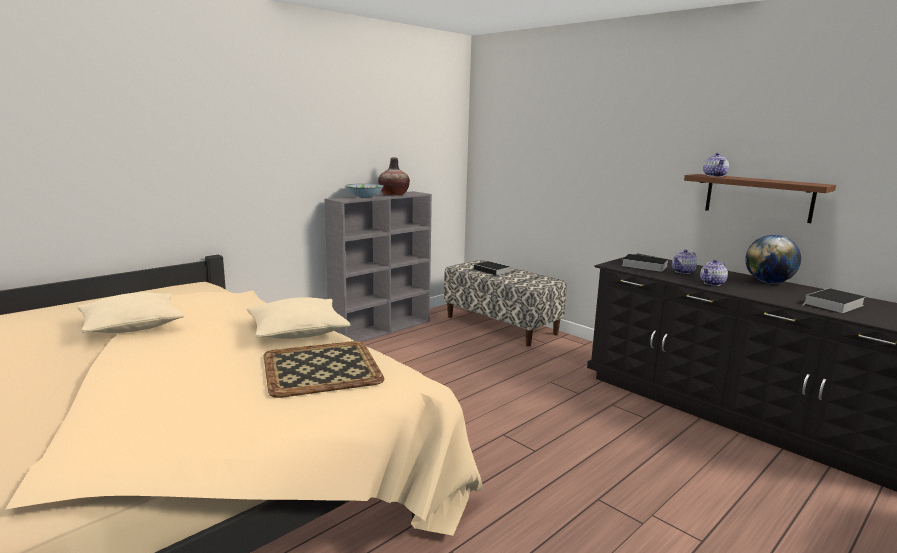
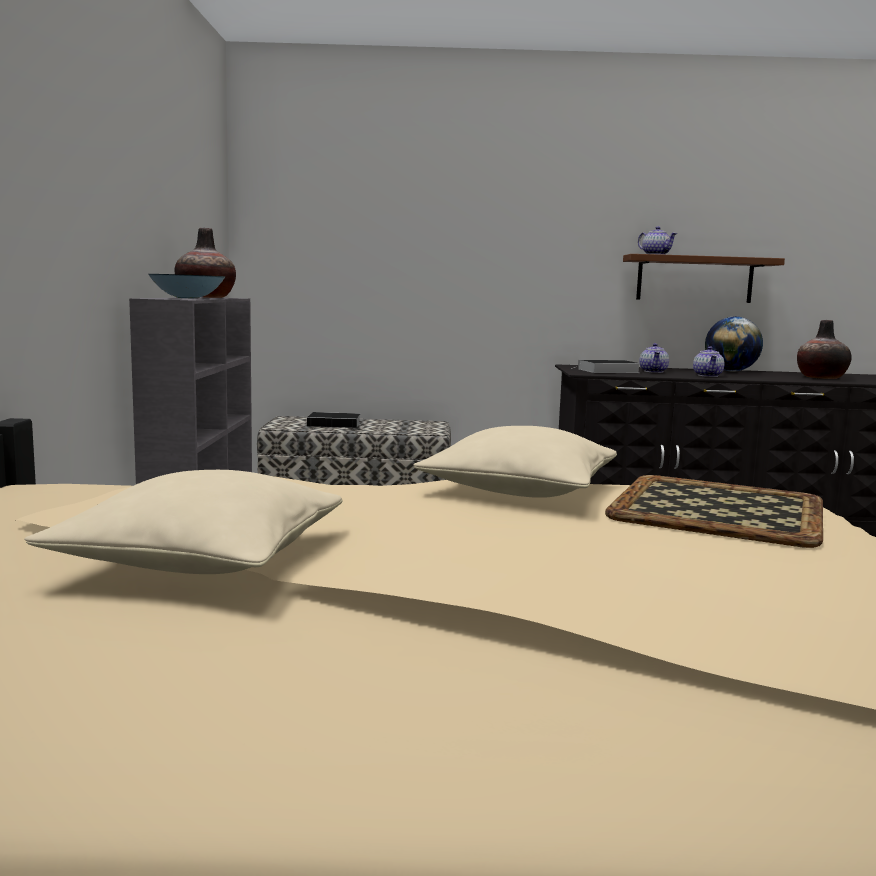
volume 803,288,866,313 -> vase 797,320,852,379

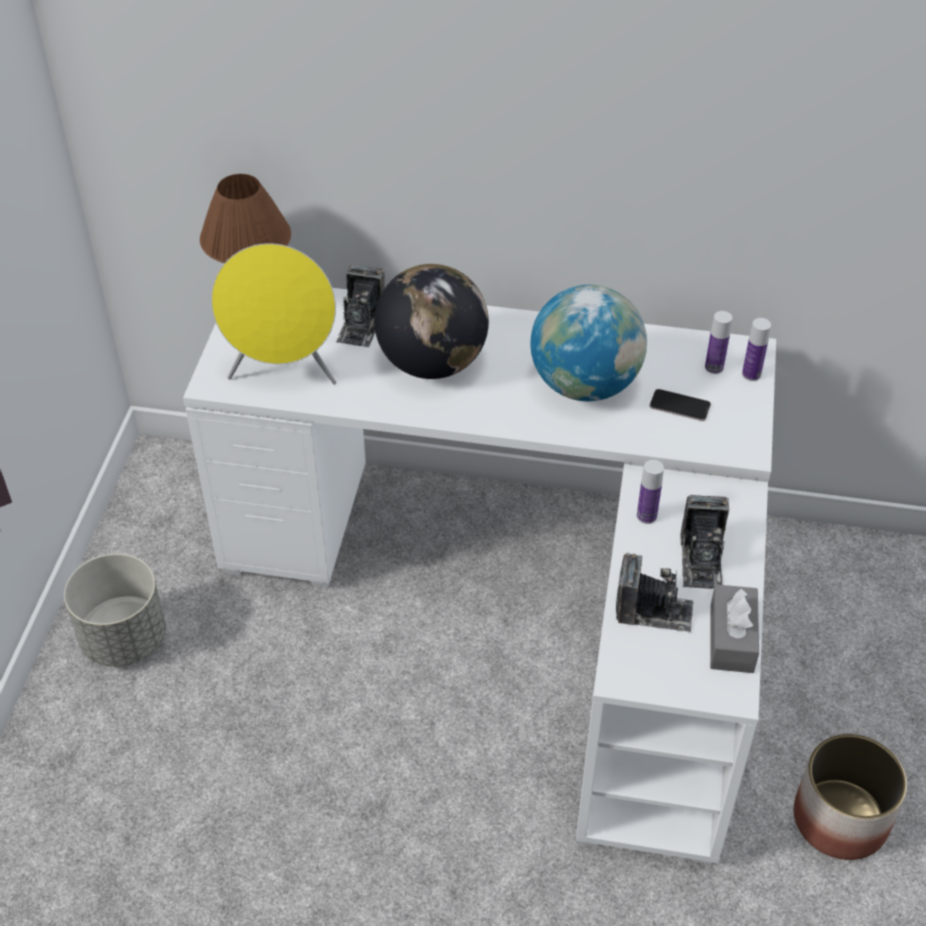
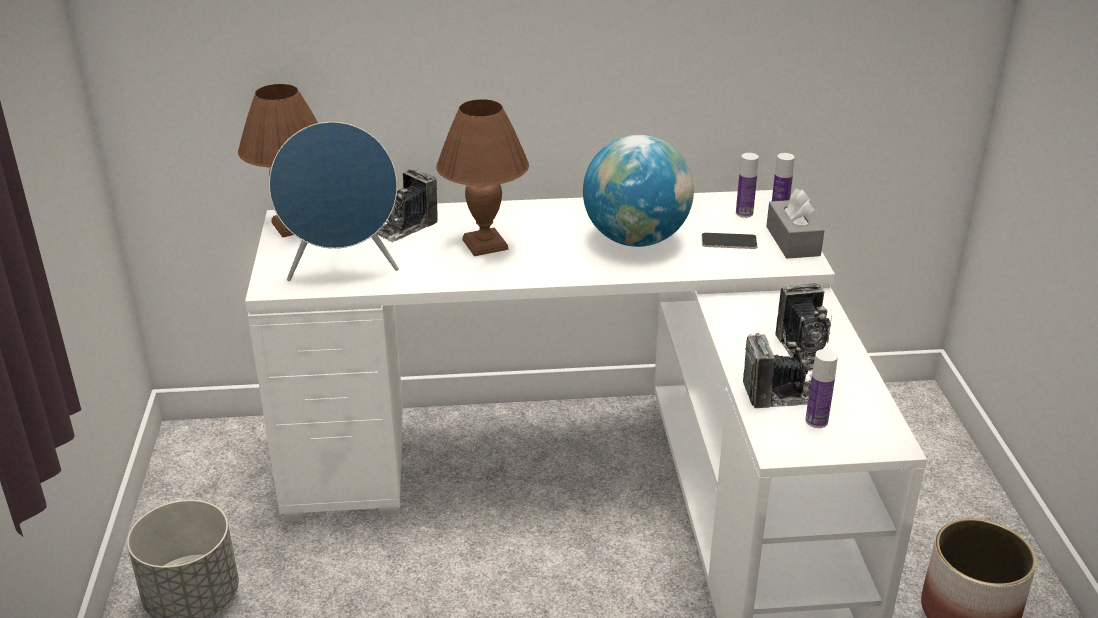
yellow-coloured speaker 211,243,336,385 -> bluish speaker 269,122,399,281
still camera 336,265,385,347 -> still camera 377,168,437,242, 45 degrees clockwise
desk globe 374,264,489,379 -> brownish tabletop lamp 436,99,529,256
drink bottle 637,460,664,524 -> drink bottle 805,349,838,428, moved
gray box of tissues 710,584,759,673 -> gray box of tissues 766,188,825,259, moved

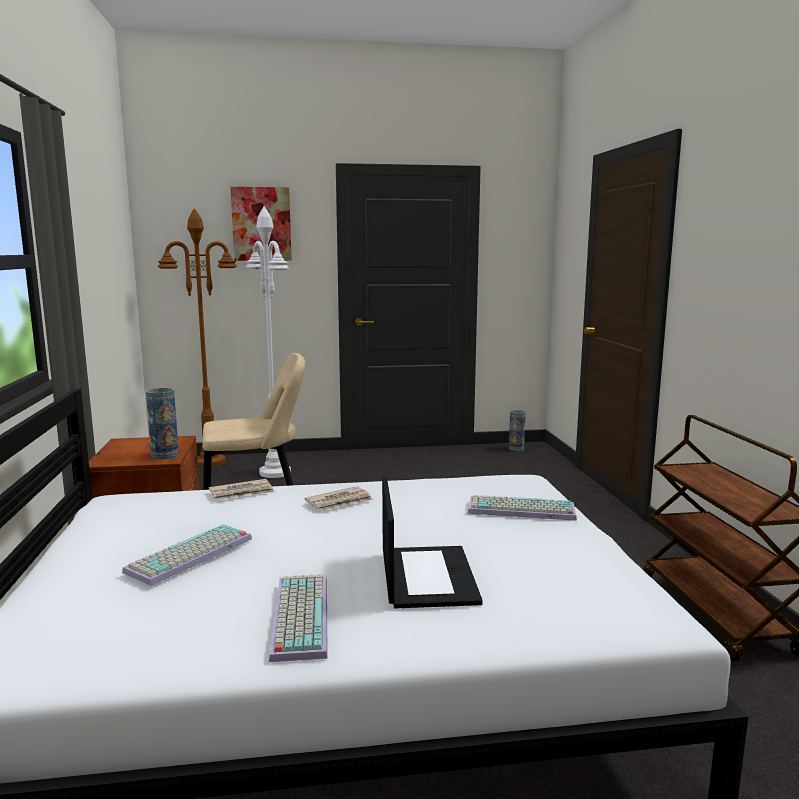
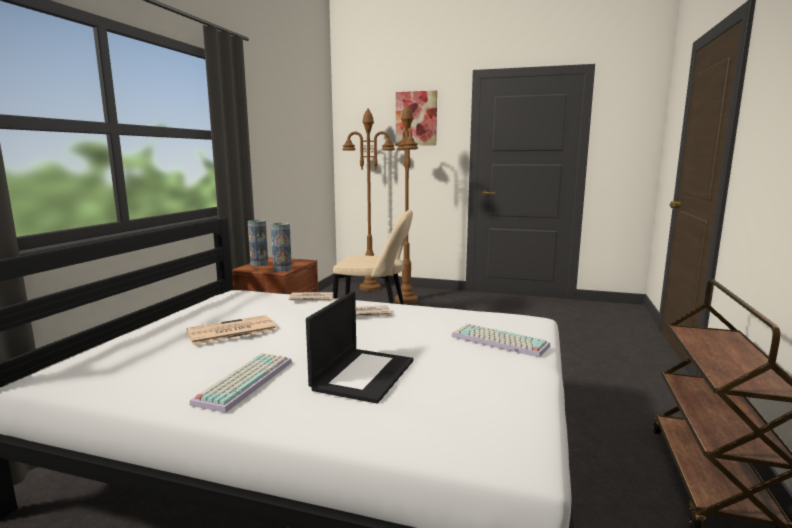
PC keyboard 122,524,252,586 -> printed paper 187,315,277,345
whitish standing lamp 246,206,291,478 -> brownish standing lamp 395,103,418,303
vase 509,410,526,451 -> vase 248,220,268,266, moved

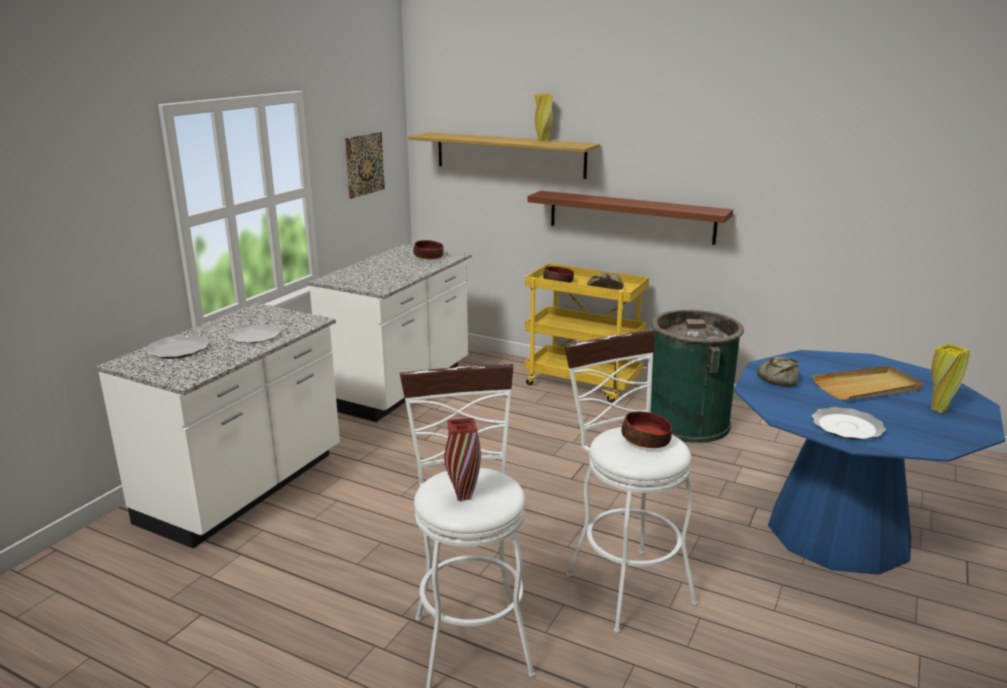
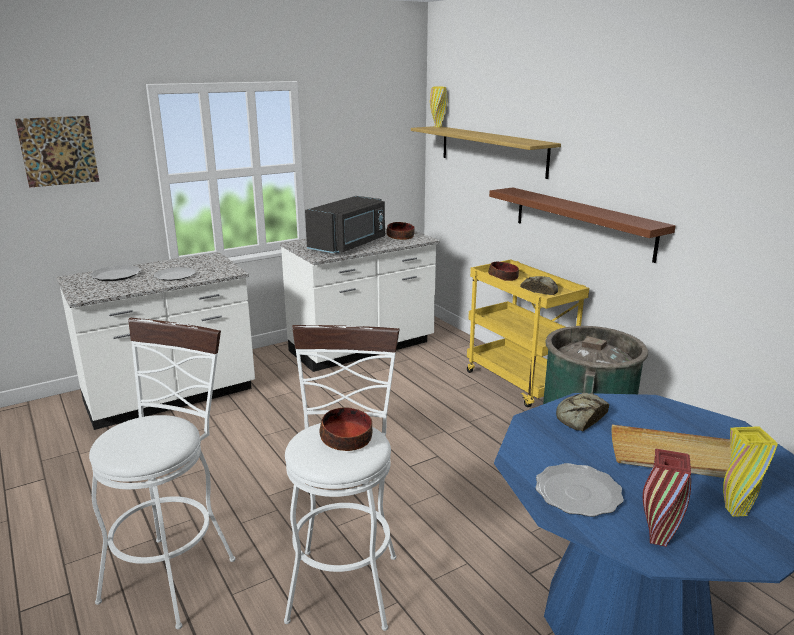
picture 345,132,385,199 -> picture 15,116,99,188, moved
red-coloured vase 445,418,481,501 -> red-coloured vase 643,449,691,547, moved
yellow-coloured vase 535,94,554,142 -> yellow-coloured vase 430,87,447,127, moved
none -> black microwave 305,196,385,253

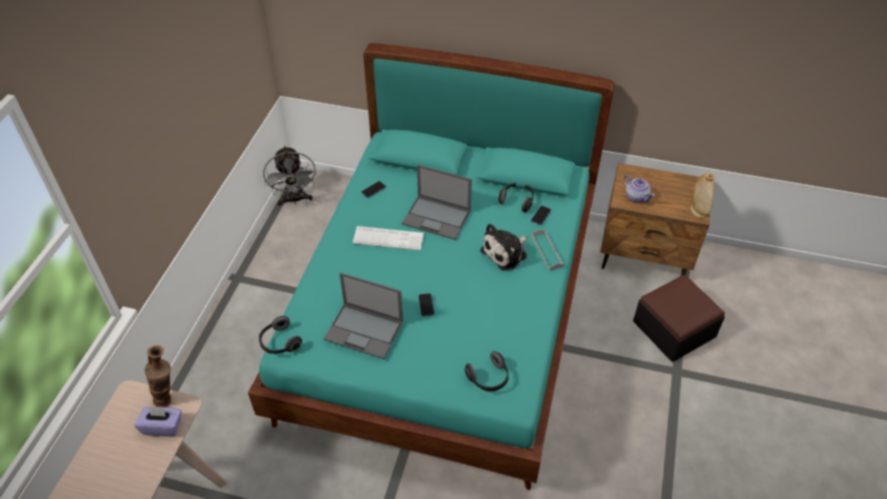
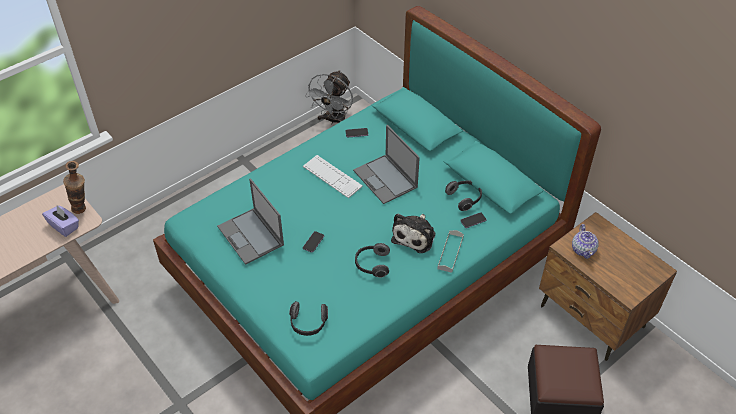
headset 259,316,302,354 -> headset 355,243,390,278, moved
plush toy 480,223,527,270 -> plush toy 391,214,436,253, 60 degrees counterclockwise
beige-coloured vase 690,173,715,218 -> none

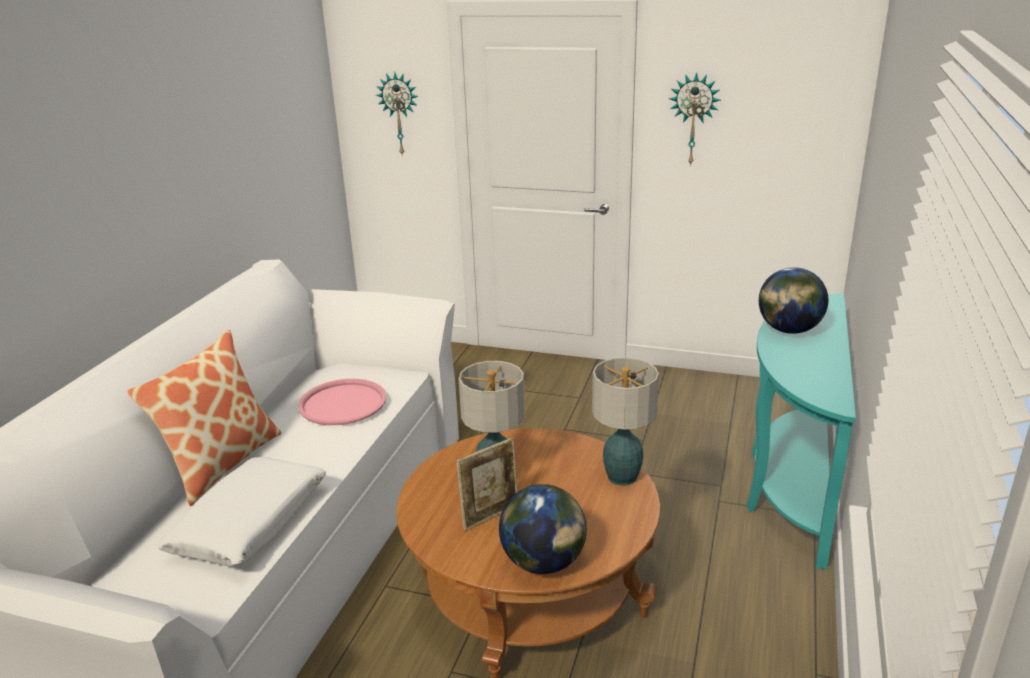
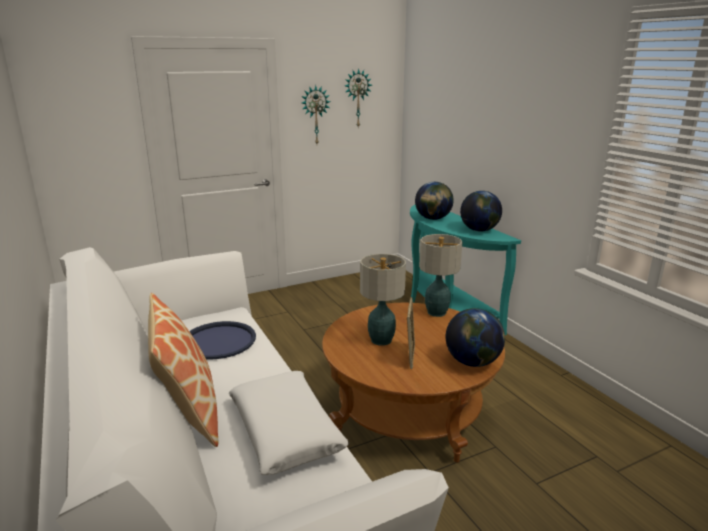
pinkish serving tray 298,379,386,425 -> bluish serving tray 190,321,256,359
hanging clock 376,73,418,154 -> hanging clock 345,68,372,127, moved
none -> desk globe 460,191,502,232

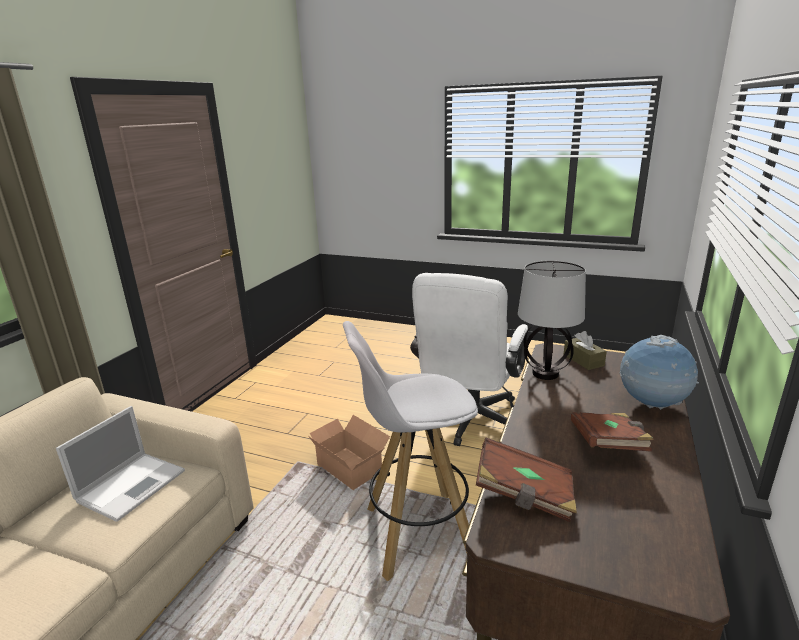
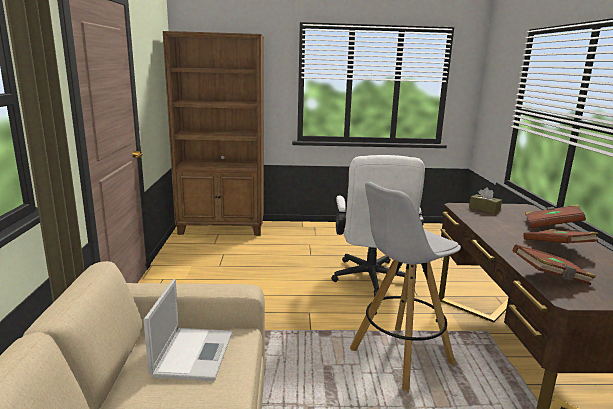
cardboard box 308,415,390,490 -> none
tabletop lamp 518,260,586,380 -> none
desk globe 619,335,699,410 -> brownish volume 525,204,586,228
none -> brownish bookshelf 163,31,264,236

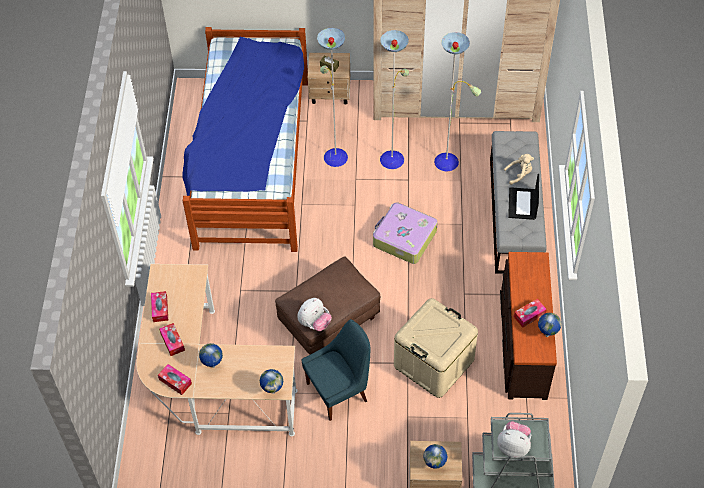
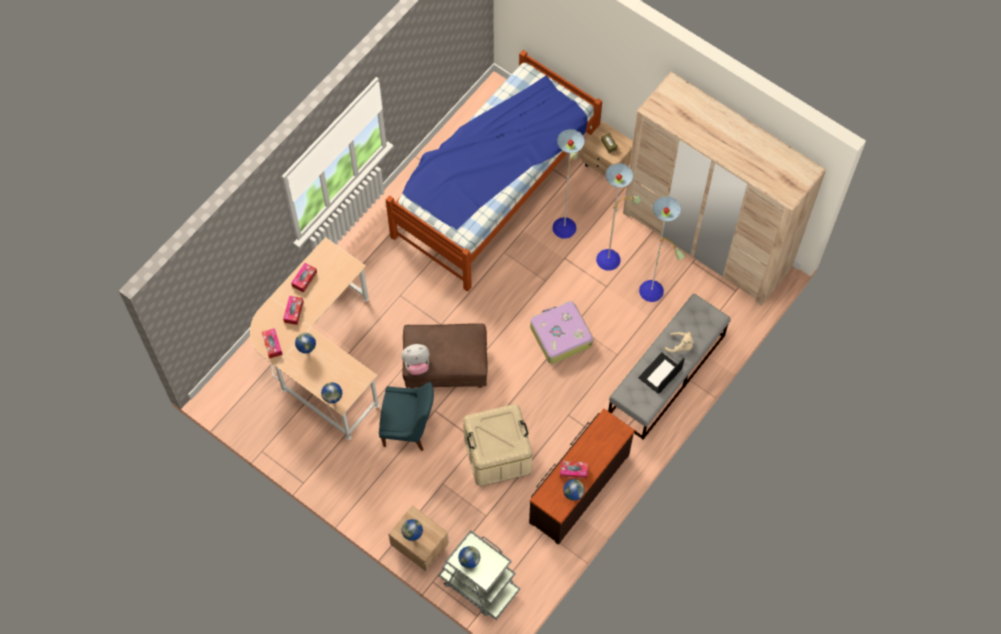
plush toy 497,421,531,458 -> desk globe 458,546,480,569

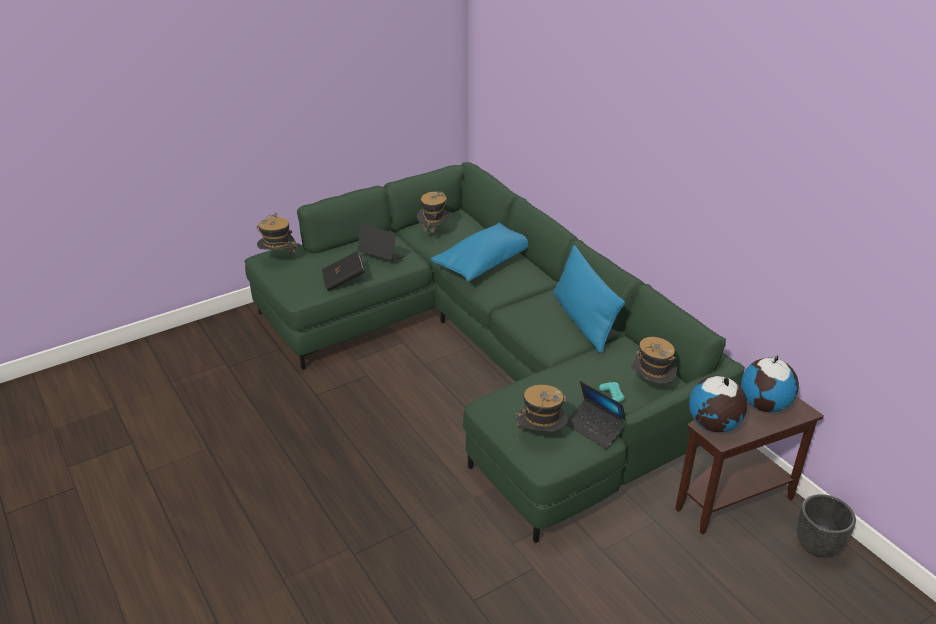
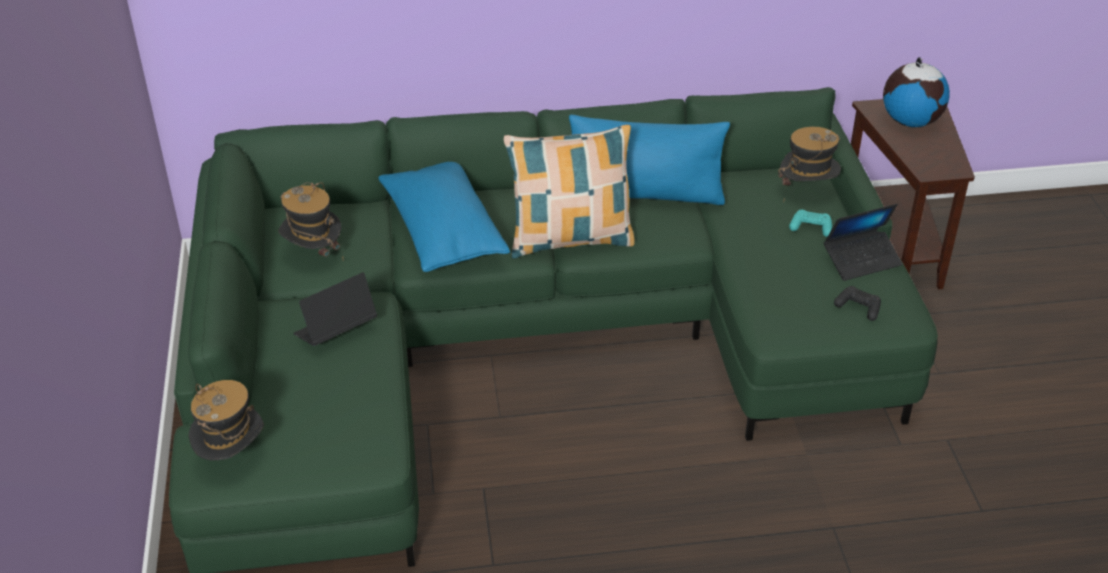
black volume 322,251,365,291 -> none
wearable hat 515,384,568,441 -> black gamepad 834,286,881,321
desk globe 689,376,747,432 -> none
black plant pot 796,494,856,557 -> none
none -> pillow 504,125,635,259

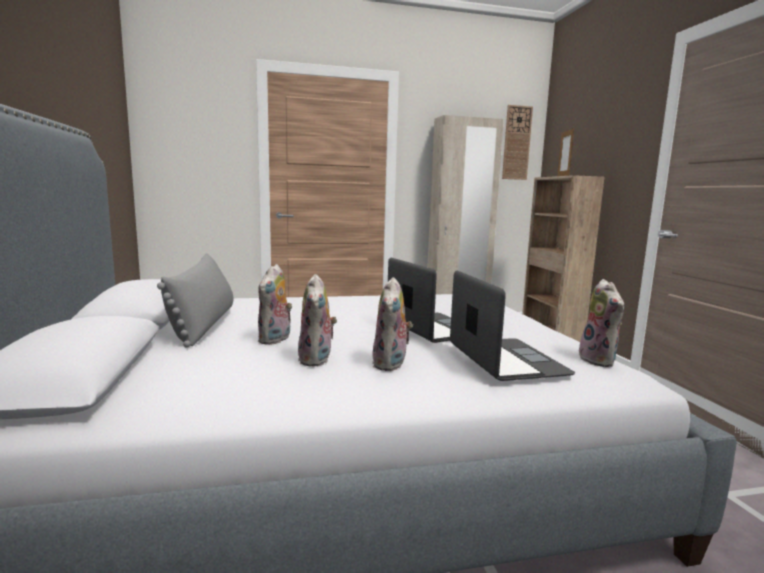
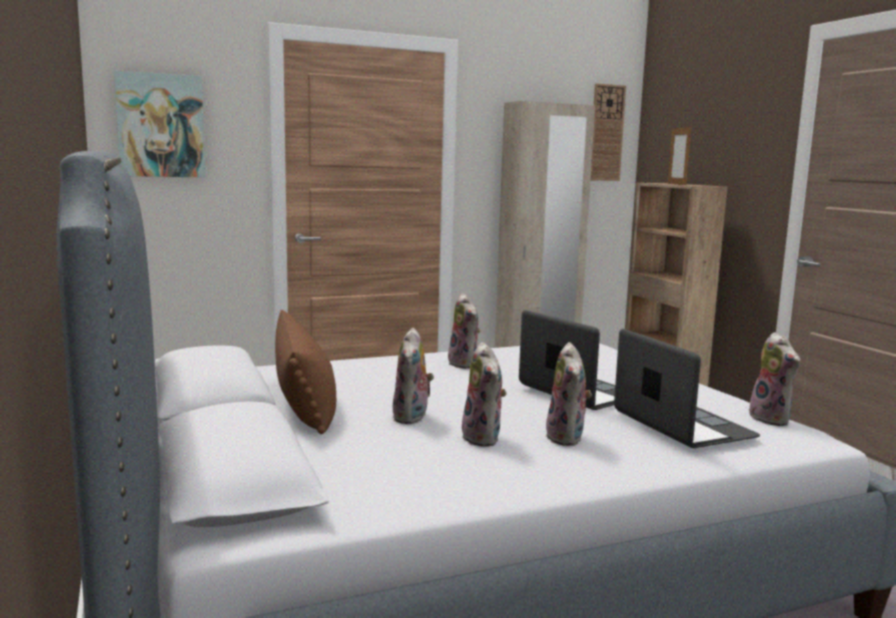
gray pillow 157,253,234,348 -> brownish pillow 275,310,336,434
none -> picture 114,70,205,177
none -> plush toy 448,293,480,369

